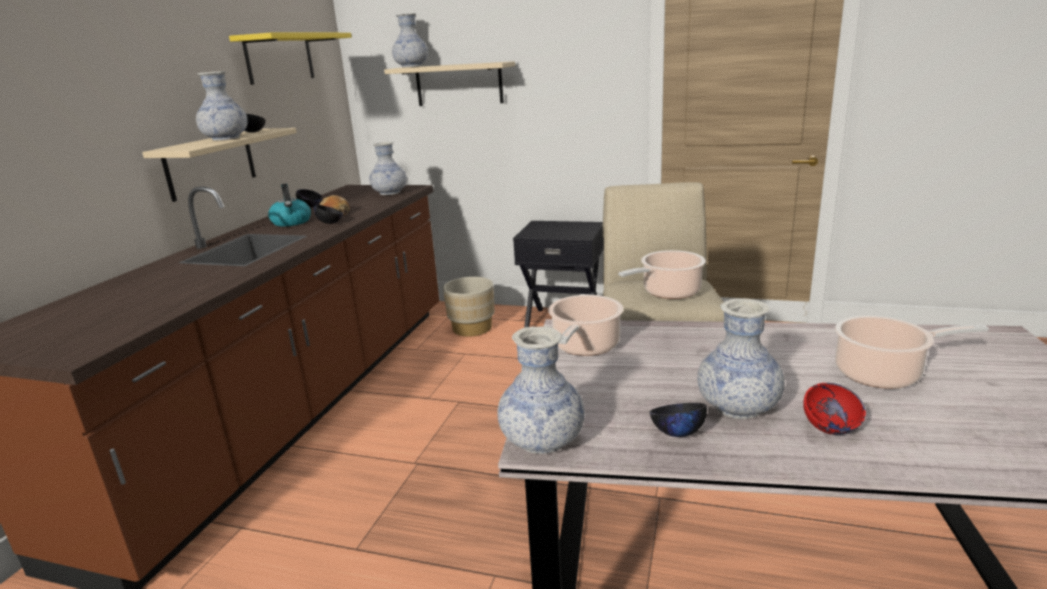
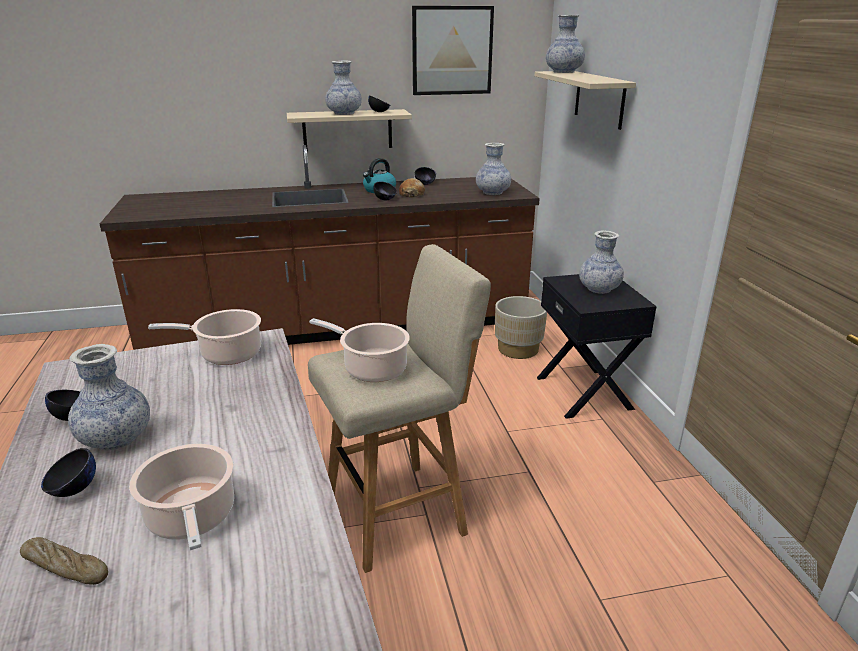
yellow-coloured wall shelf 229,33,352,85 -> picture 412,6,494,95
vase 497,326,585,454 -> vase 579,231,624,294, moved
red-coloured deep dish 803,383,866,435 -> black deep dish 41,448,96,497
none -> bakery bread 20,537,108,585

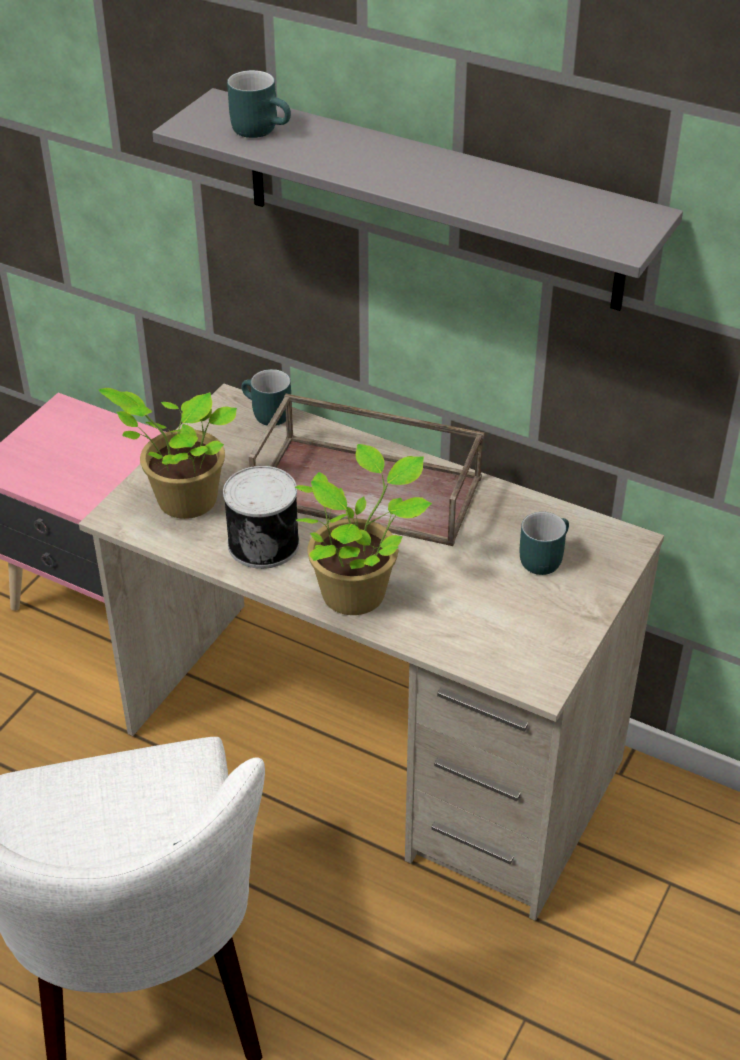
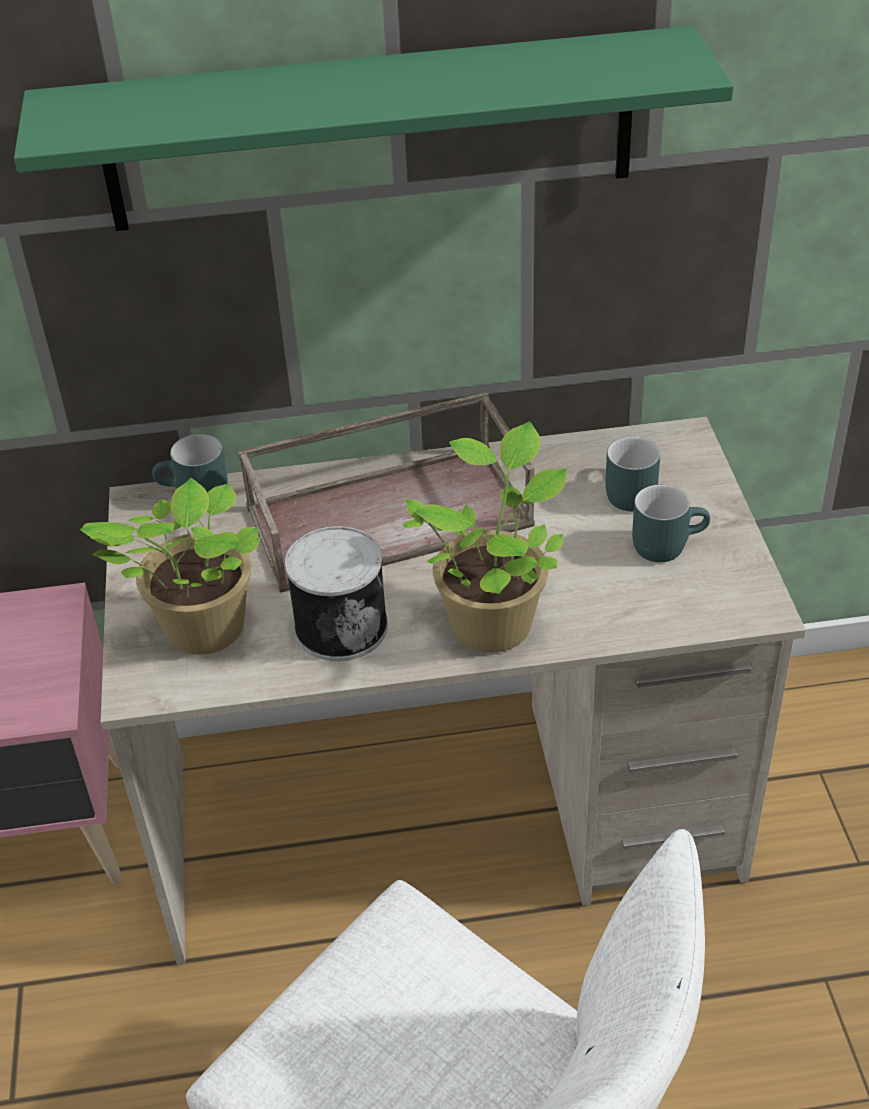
gray wall shelf 152,88,683,311 -> greenish wall shelf 14,26,734,231
turquoise-coloured coffee mug 227,70,291,138 -> turquoise-coloured coffee mug 632,485,710,562, moved

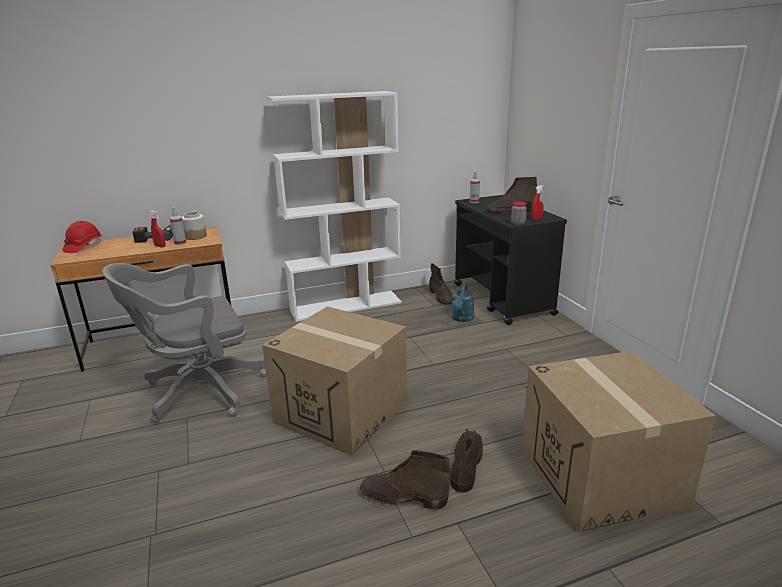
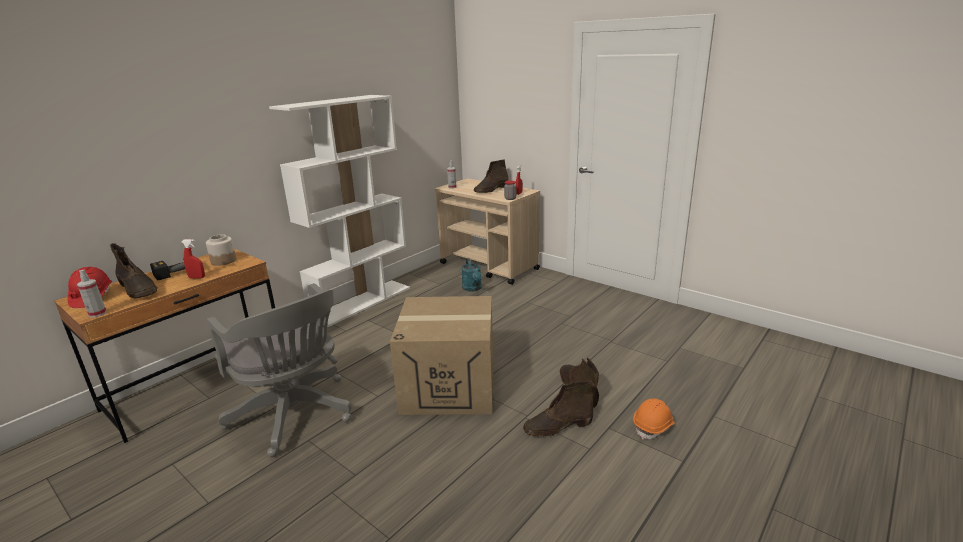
gray desk chair 102,263,266,423 -> gray desk chair 207,283,352,457, 75 degrees counterclockwise
hand sprayer 170,207,186,245 -> hand sprayer 77,269,107,317, moved
brownish high-top boot 429,263,453,304 -> brownish high-top boot 110,243,158,298, moved
black cart 454,195,567,325 -> beige-coloured cart 434,178,540,285
cardboard box 521,351,716,533 -> none
none -> orangey work helmet 633,398,675,439

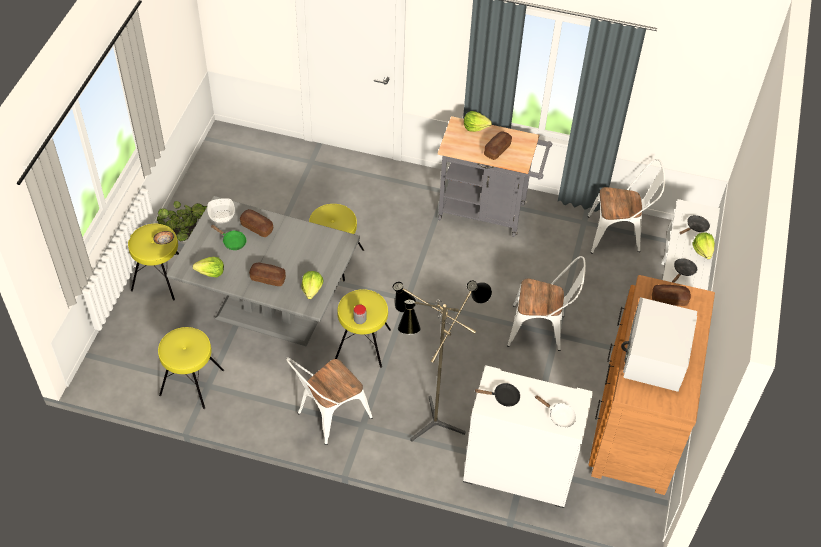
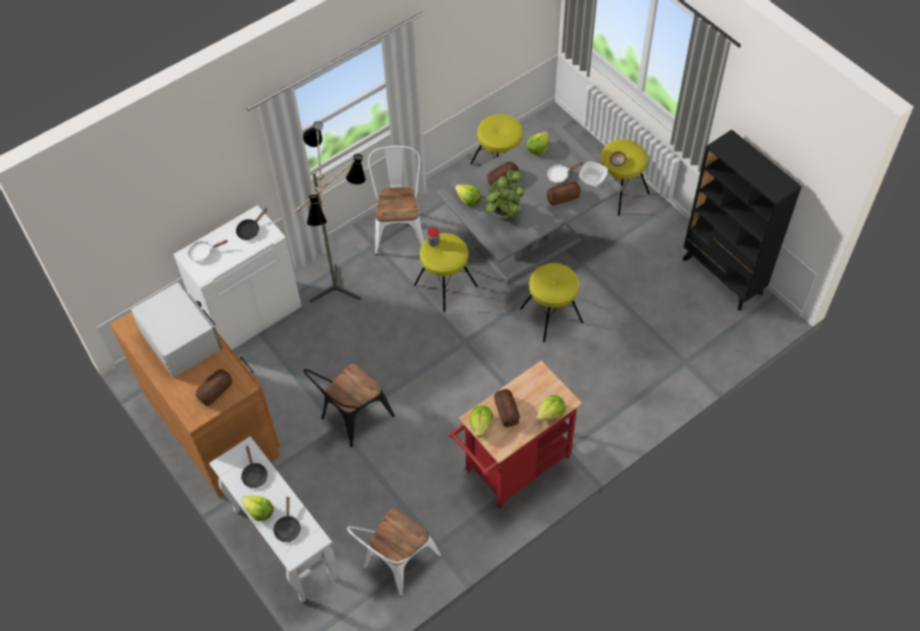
plant in a pot 157,201,207,242 -> plant in a pot 481,169,524,219, moved
greenish pan 211,225,246,250 -> whitish pan 547,162,583,183
gray cart 438,116,552,237 -> red-coloured cart 449,361,582,508
whitish upright chair 507,256,586,351 -> black upright chair 303,363,395,447
none -> lettuce 470,405,493,438
none -> black bookshelf 683,129,802,310

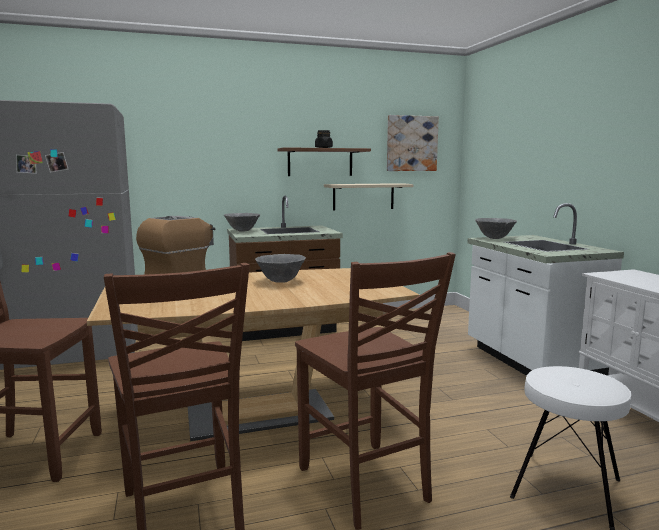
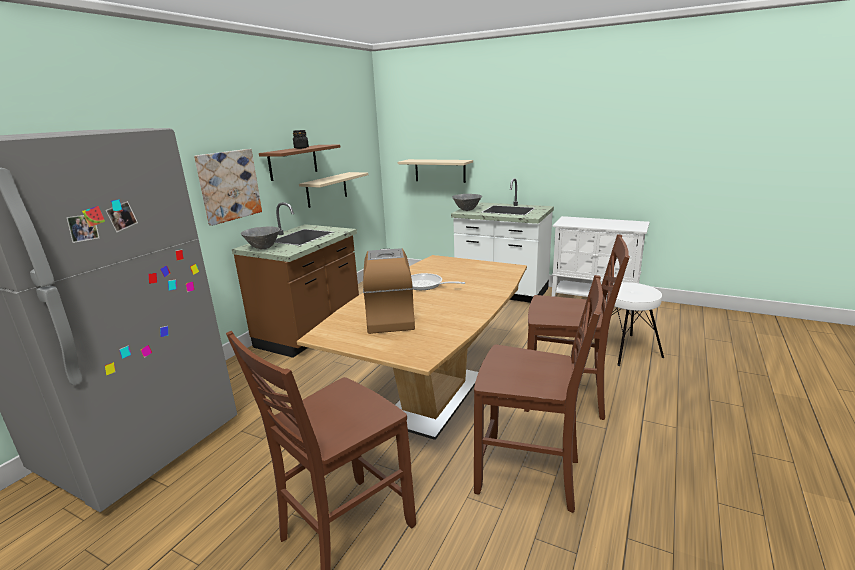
gray deep dish 255,254,306,283 -> pan 411,273,466,290
picture 387,115,439,171 -> picture 194,149,262,226, moved
none -> beige-coloured wall shelf 398,159,473,183

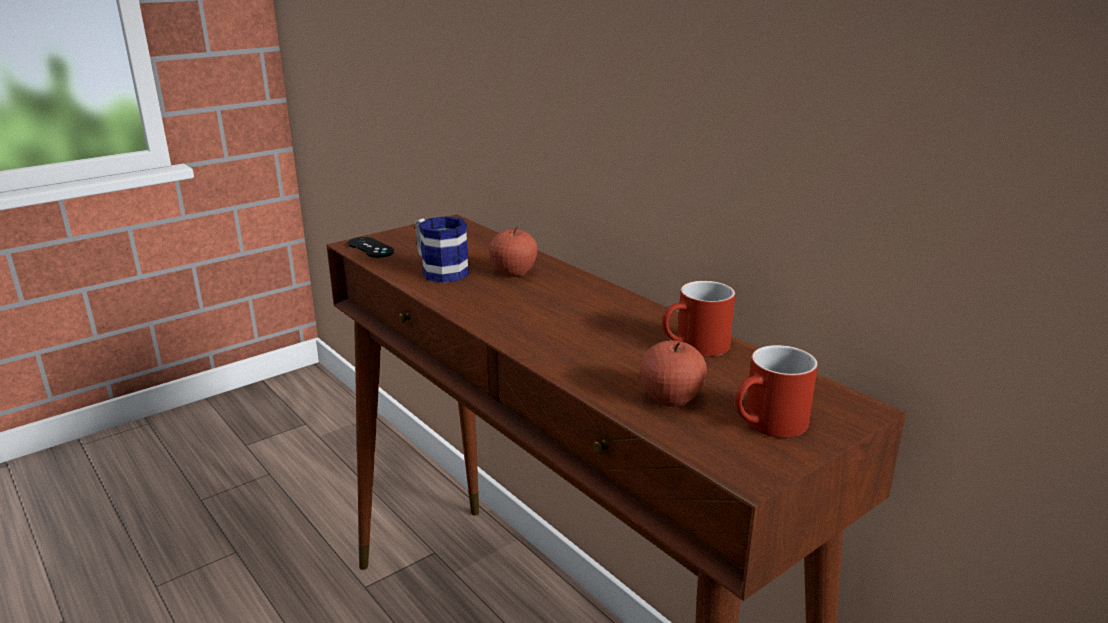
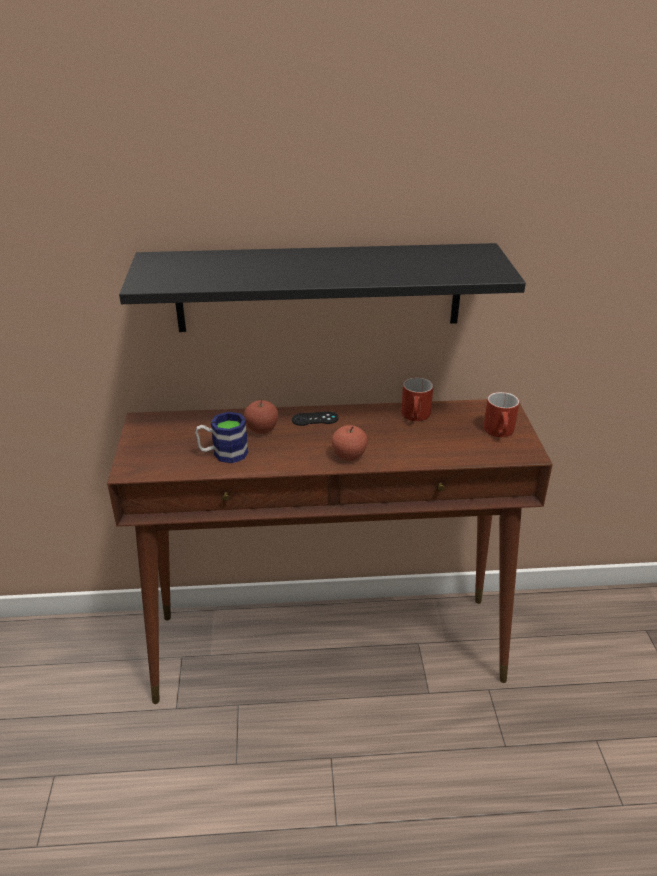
black gamepad 348,237,395,258 -> black gamepad 292,412,339,426, moved
whole apple 640,340,707,407 -> whole apple 332,425,368,461, moved
none -> black wall shelf 119,243,526,332

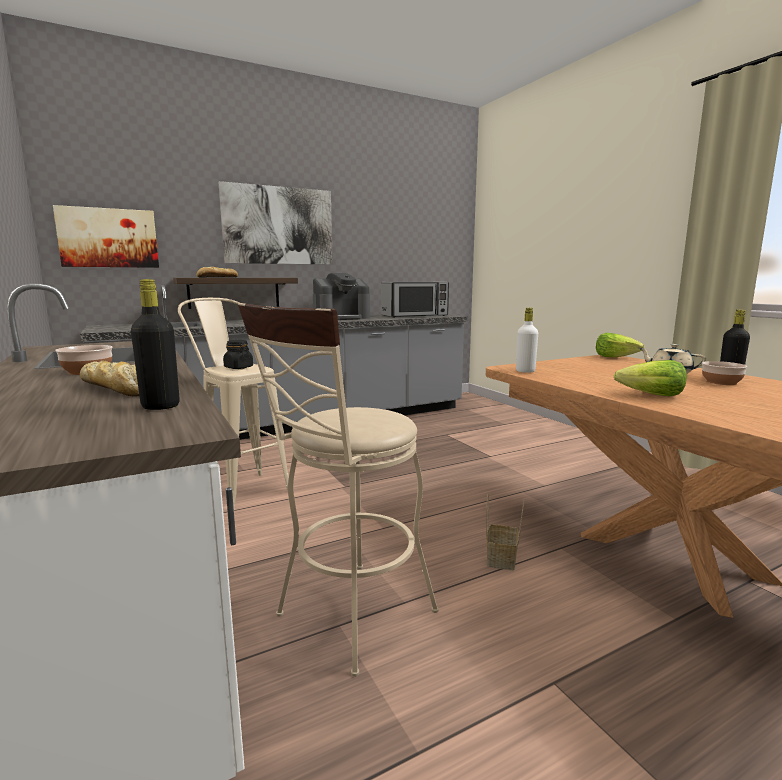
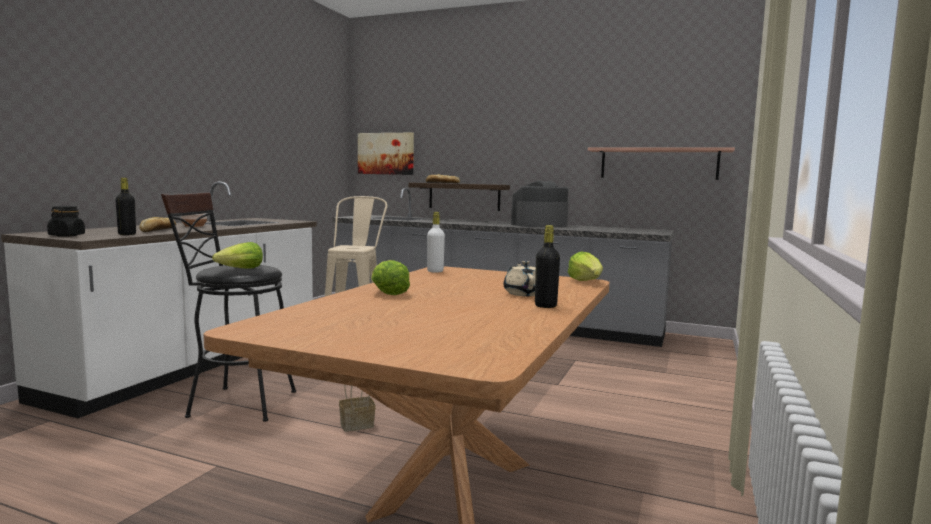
picture 218,181,333,265 -> none
black preserve jar 223,340,253,369 -> black preserve jar 47,206,85,237, moved
beige-coloured stool seat 238,303,439,677 -> black stool seat 161,192,296,422
coffee machine 313,273,370,320 -> coffee machine 511,181,568,227, 135 degrees clockwise
microwave 381,282,449,318 -> none
deep dish 702,361,747,385 -> none
none -> lettuce 212,242,263,269
none -> wall shelf 588,148,735,180

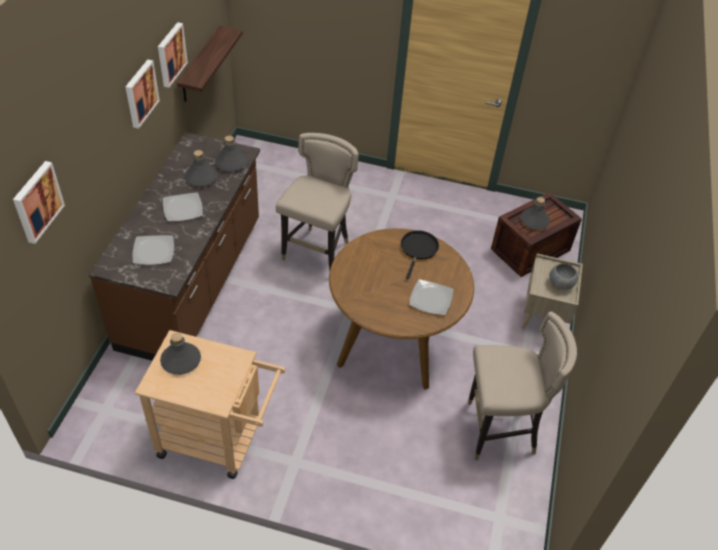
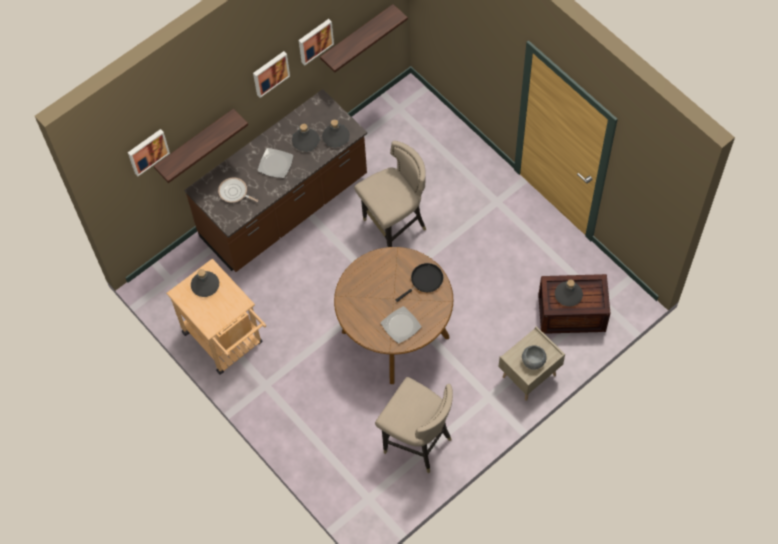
plate 132,235,174,265 -> pan 218,177,258,203
none -> wall shelf 154,109,248,183

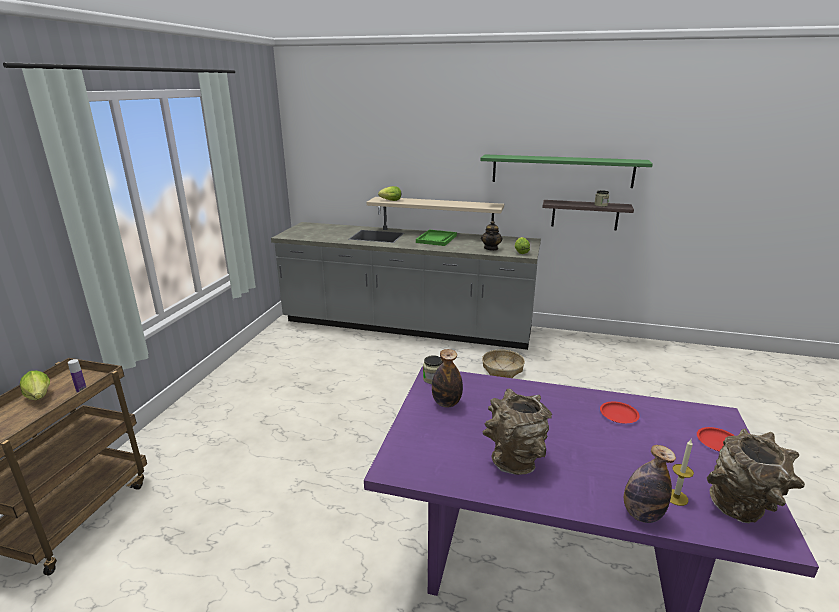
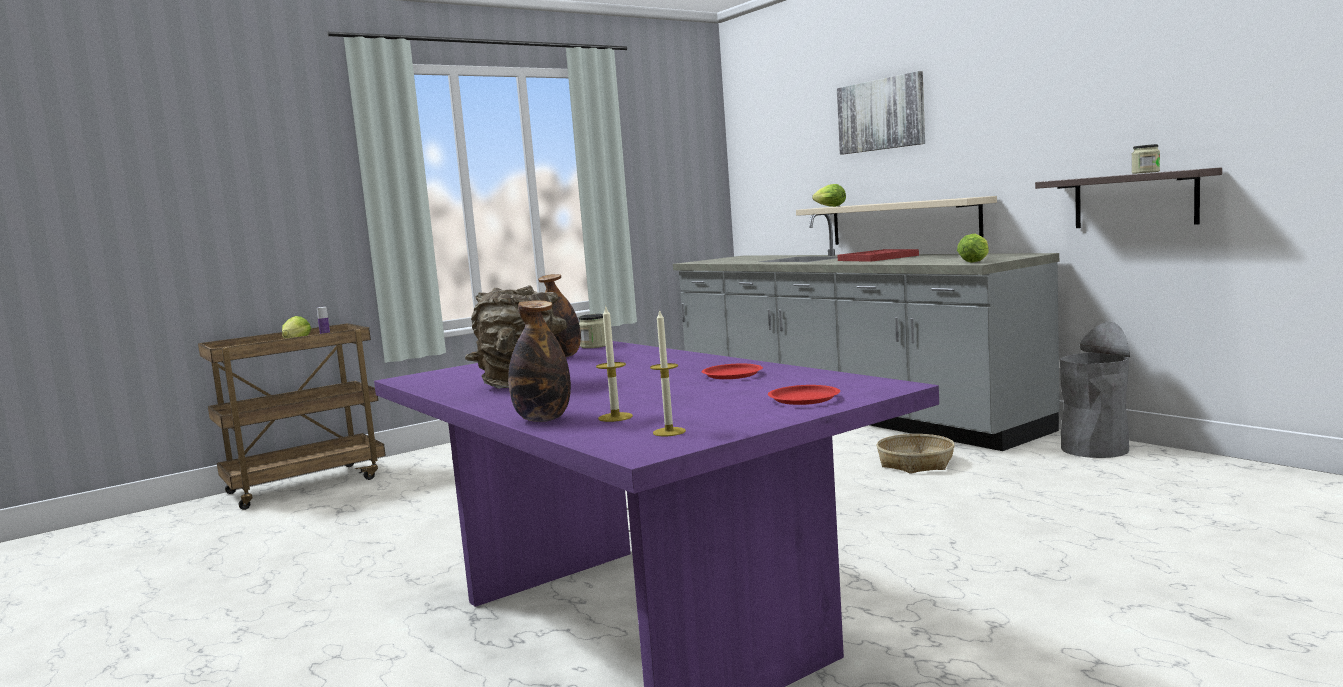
greenish serving tray 416,230,457,246 -> red-coloured serving tray 837,249,919,262
greenish wall shelf 480,154,653,188 -> none
tea pot 481,221,503,251 -> none
brownish vase 707,428,805,523 -> wax candle 650,309,686,436
none -> picture 837,71,925,155
none -> gray trash can 1060,322,1130,458

